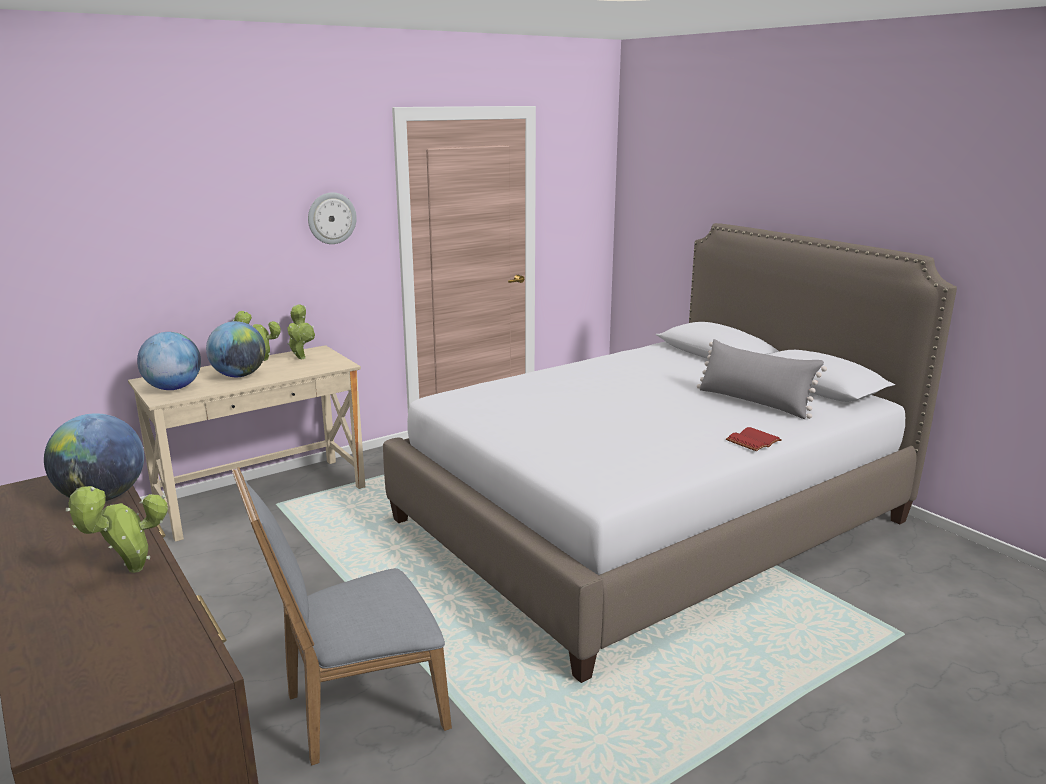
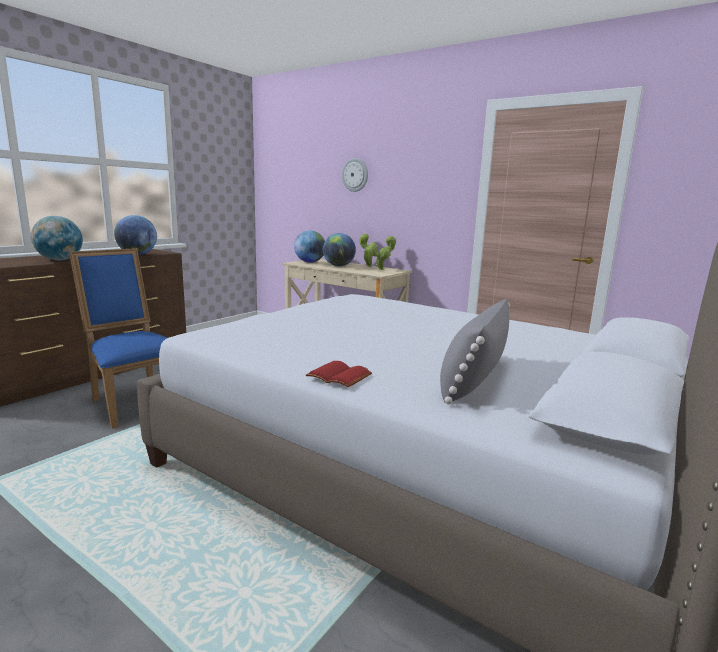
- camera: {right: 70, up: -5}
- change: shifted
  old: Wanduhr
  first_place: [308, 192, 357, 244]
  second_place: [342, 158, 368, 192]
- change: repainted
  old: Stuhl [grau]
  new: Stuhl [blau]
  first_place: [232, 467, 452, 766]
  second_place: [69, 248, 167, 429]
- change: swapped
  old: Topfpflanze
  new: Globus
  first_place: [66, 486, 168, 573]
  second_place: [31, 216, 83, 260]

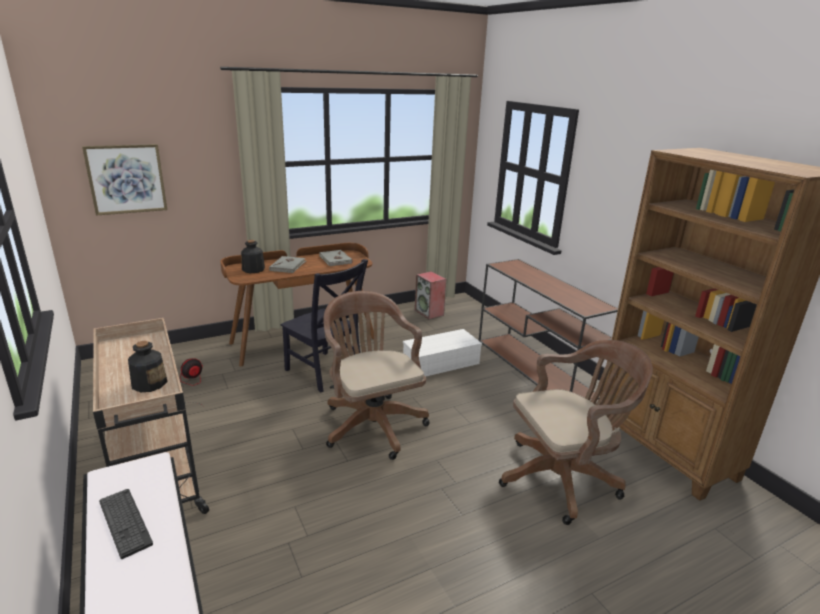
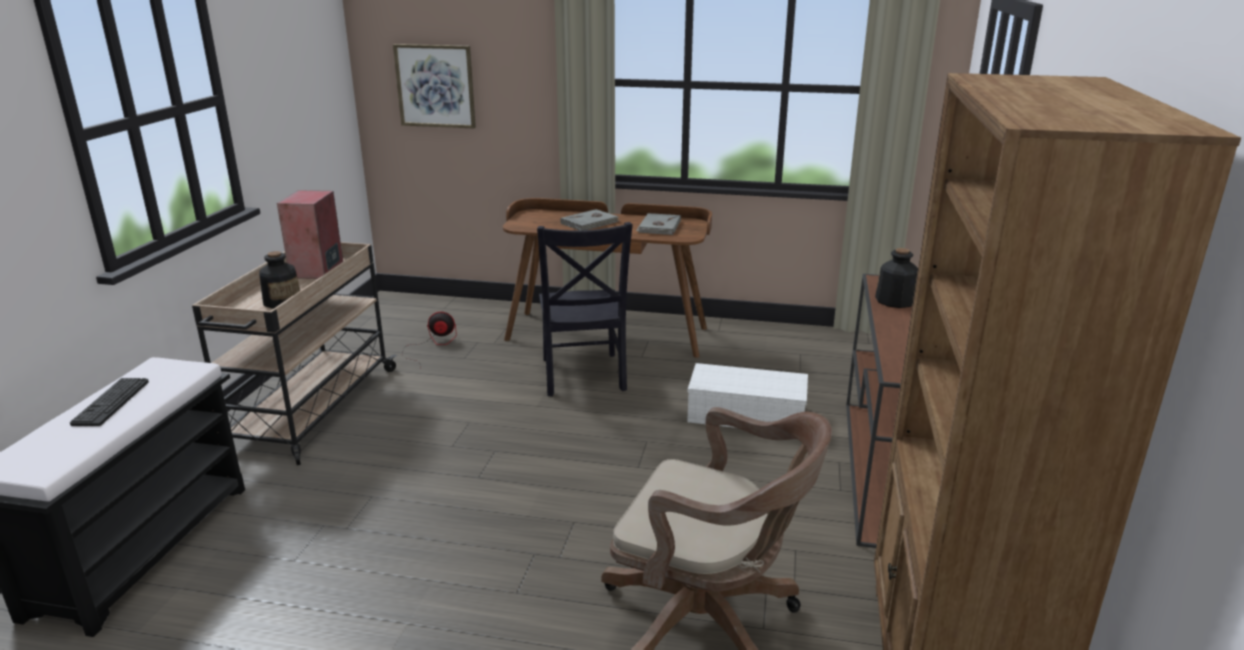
- camera: {right: 40, up: 0}
- change: shifted
  old: Flasche
  first_place: [241, 240, 265, 273]
  second_place: [875, 248, 918, 308]
- change: shifted
  old: Lautsprecher
  first_place: [415, 271, 446, 319]
  second_place: [277, 190, 343, 279]
- change: gone
  old: Bürostuhl [braun]
  first_place: [324, 291, 430, 460]

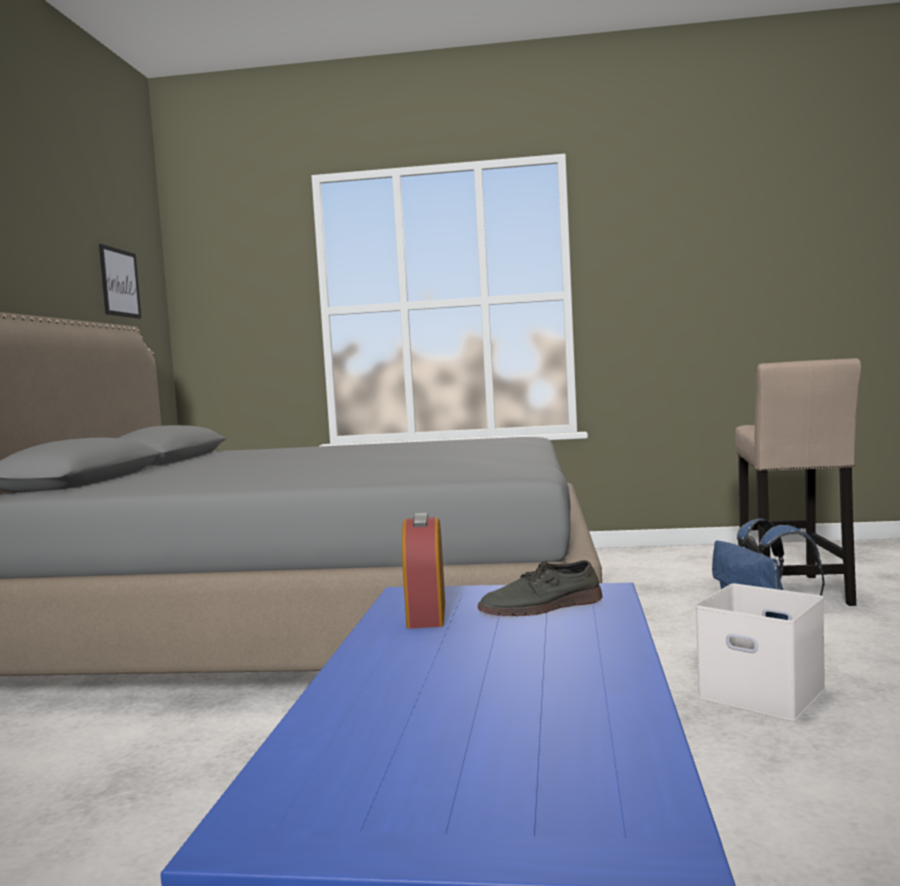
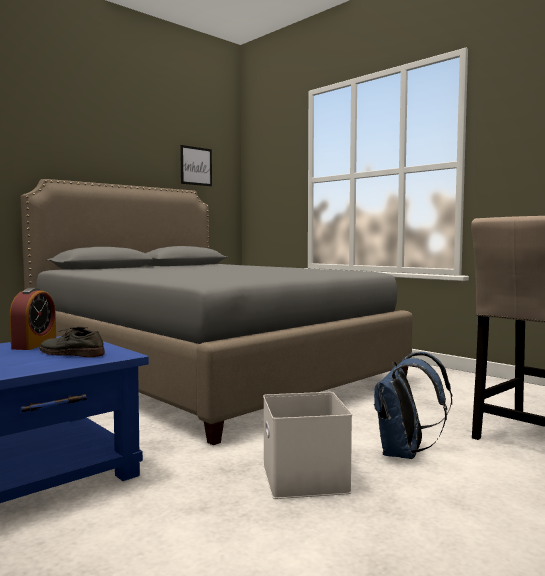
- camera: {right: 40, up: 0}
- change: rotated
  old: Wecker
  first_place: [402, 513, 445, 628]
  second_place: [10, 288, 56, 350]
  degrees: 150

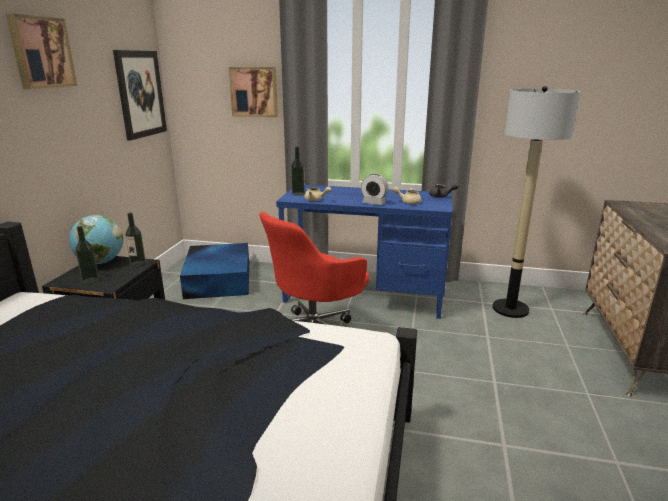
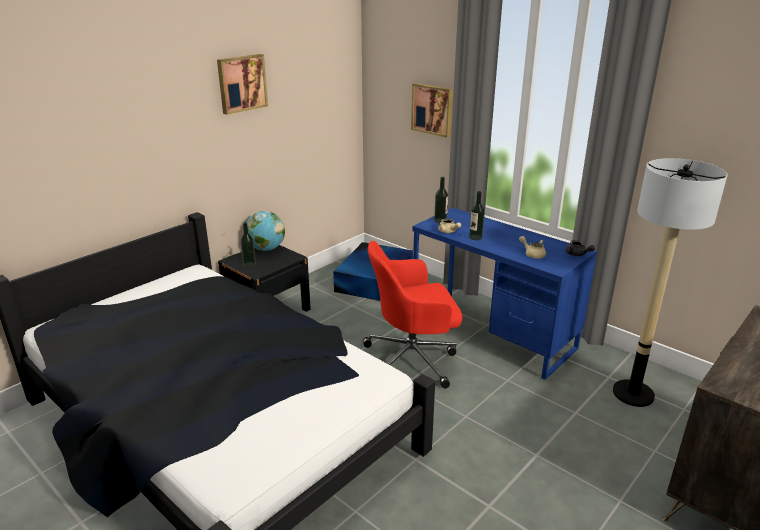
- camera: {right: 30, up: 5}
- change: gone
  old: Bild
  first_place: [113, 50, 167, 141]
- change: gone
  old: Wecker
  first_place: [361, 174, 388, 205]
- change: shifted
  old: Flasche
  first_place: [125, 213, 146, 266]
  second_place: [469, 191, 485, 240]

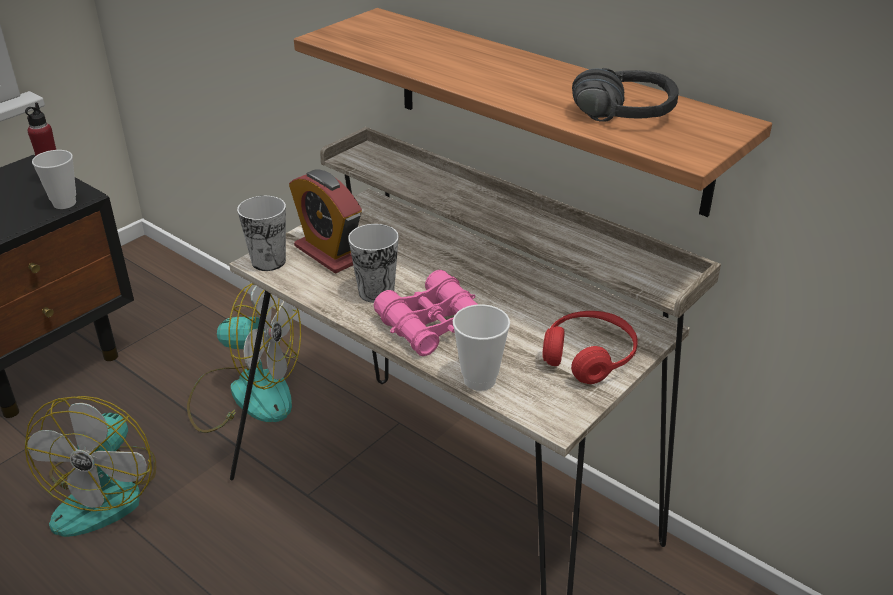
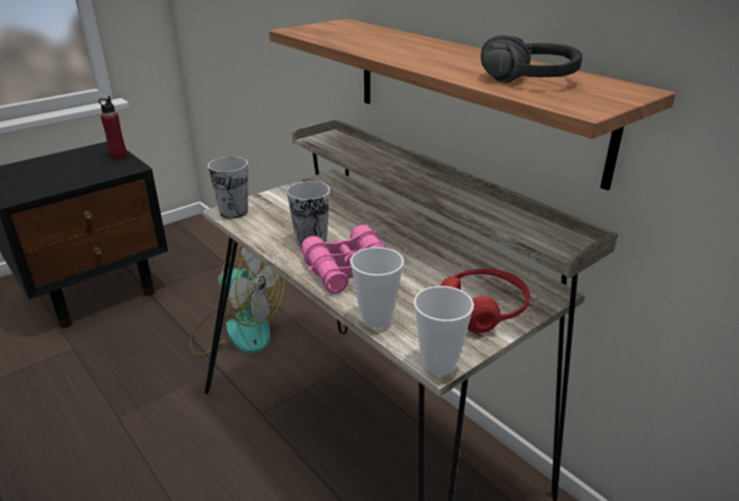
- camera: {right: 10, up: -5}
- change: shifted
  old: Tasse
  first_place: [32, 150, 76, 209]
  second_place: [414, 286, 474, 375]
- change: gone
  old: Wecker
  first_place: [289, 169, 362, 274]
- change: gone
  old: Ventilator
  first_place: [25, 396, 156, 537]

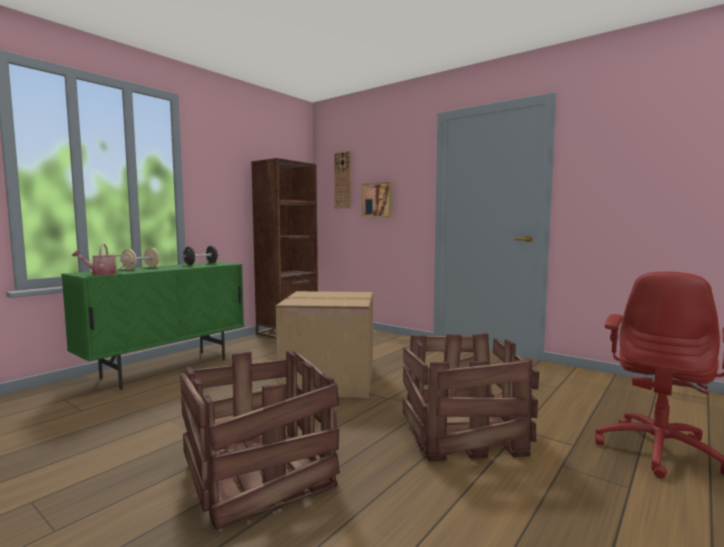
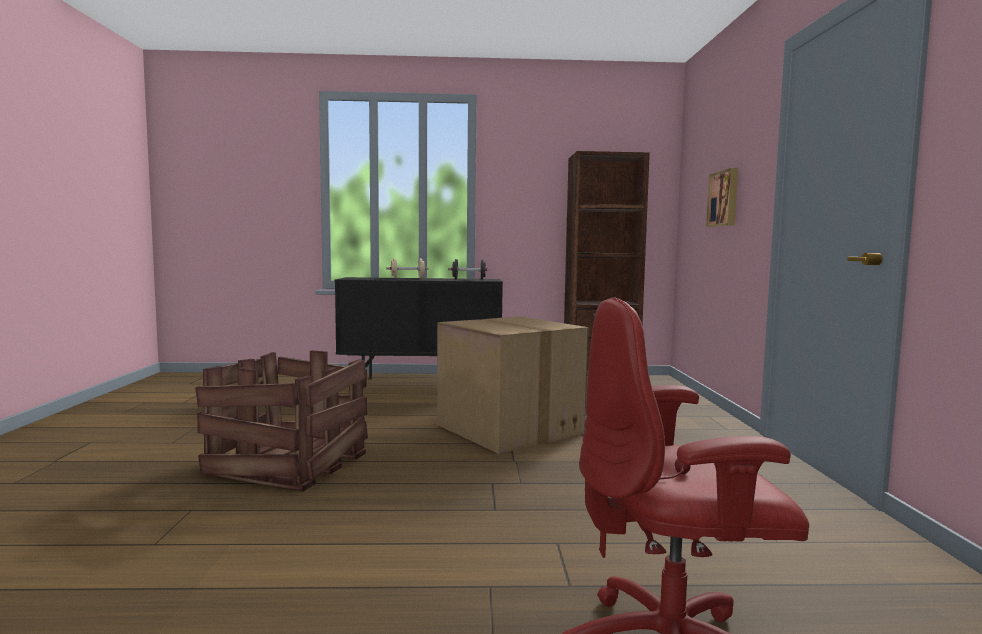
- camera: {right: 50, up: 0}
- change: gone
  old: Wanduhr
  first_place: [334, 151, 351, 209]
- change: gone
  old: Gießkanne
  first_place: [72, 244, 126, 275]
- change: repainted
  old: Schrank [grün]
  new: Schrank [schwarz]
  first_place: [61, 262, 244, 390]
  second_place: [335, 277, 503, 379]
- change: gone
  old: Kiste
  first_place: [403, 333, 540, 461]

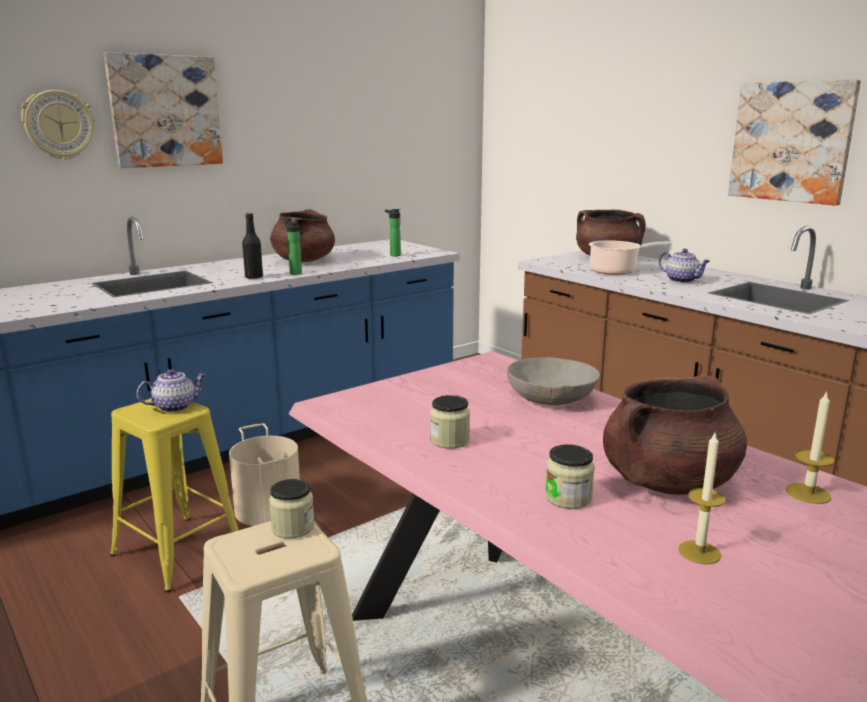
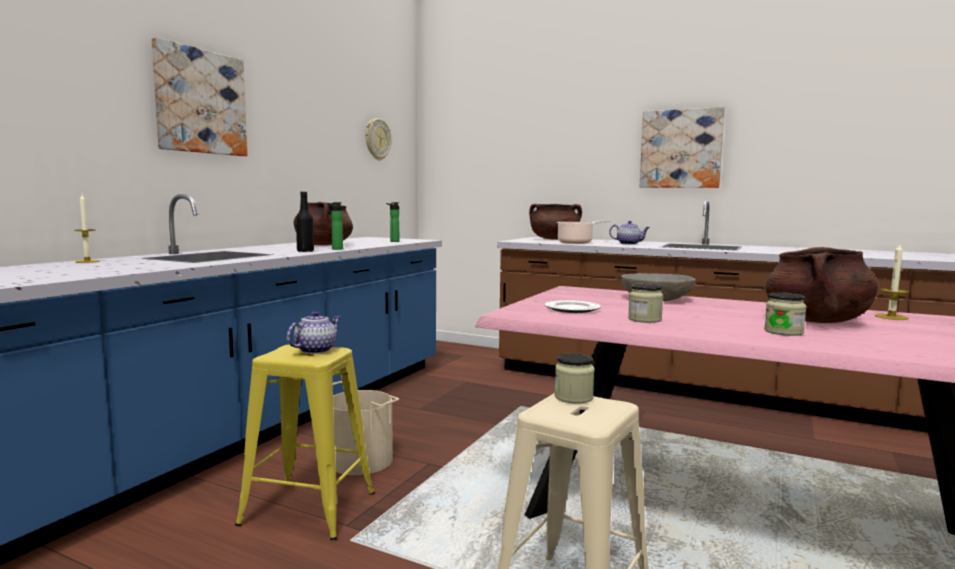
- camera: {right: -25, up: -10}
- change: shifted
  old: Wanduhr
  first_place: [21, 90, 95, 160]
  second_place: [365, 118, 391, 160]
- change: shifted
  old: Kerze
  first_place: [678, 433, 726, 564]
  second_place: [74, 195, 100, 263]
- change: new
  new: Teller
  second_place: [545, 300, 601, 313]

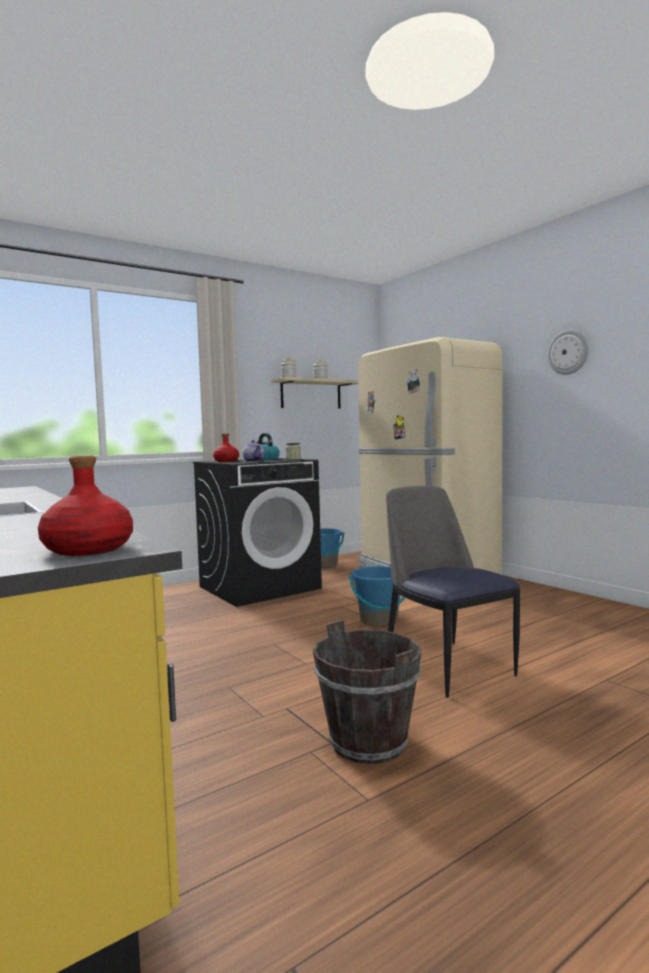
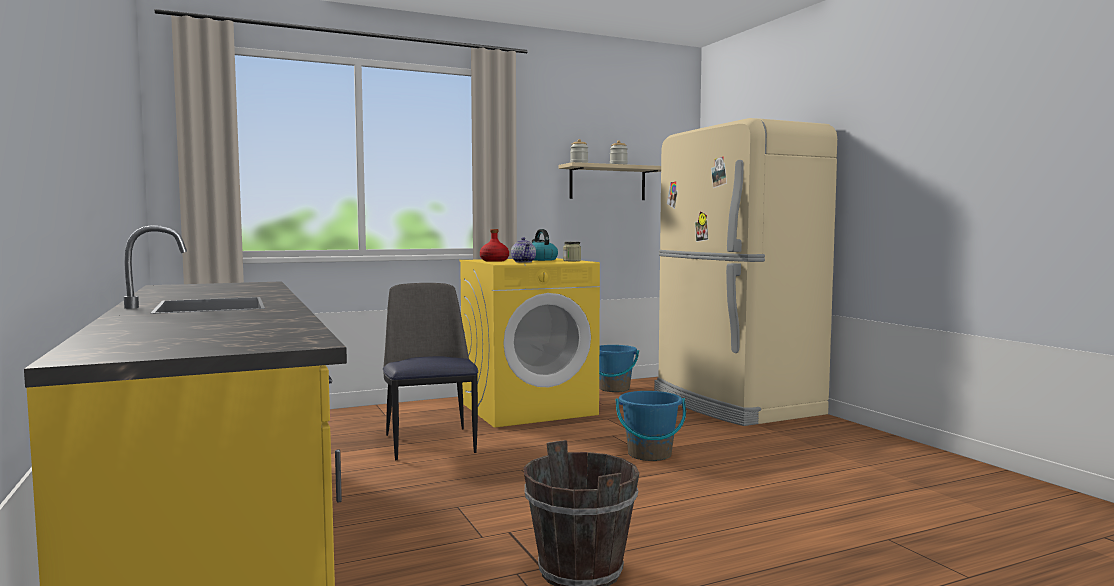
- camera: {right: 10, up: 0}
- change: gone
  old: Wanduhr
  first_place: [548, 329, 589, 375]
- change: gone
  old: Flasche [rot]
  first_place: [38, 456, 133, 556]
- change: repainted
  old: Waschmaschine [schwarz]
  new: Waschmaschine [gelb]
  first_place: [193, 458, 322, 607]
  second_place: [459, 258, 600, 428]
- change: shifted
  old: Stuhl
  first_place: [386, 486, 520, 698]
  second_place: [383, 283, 478, 460]

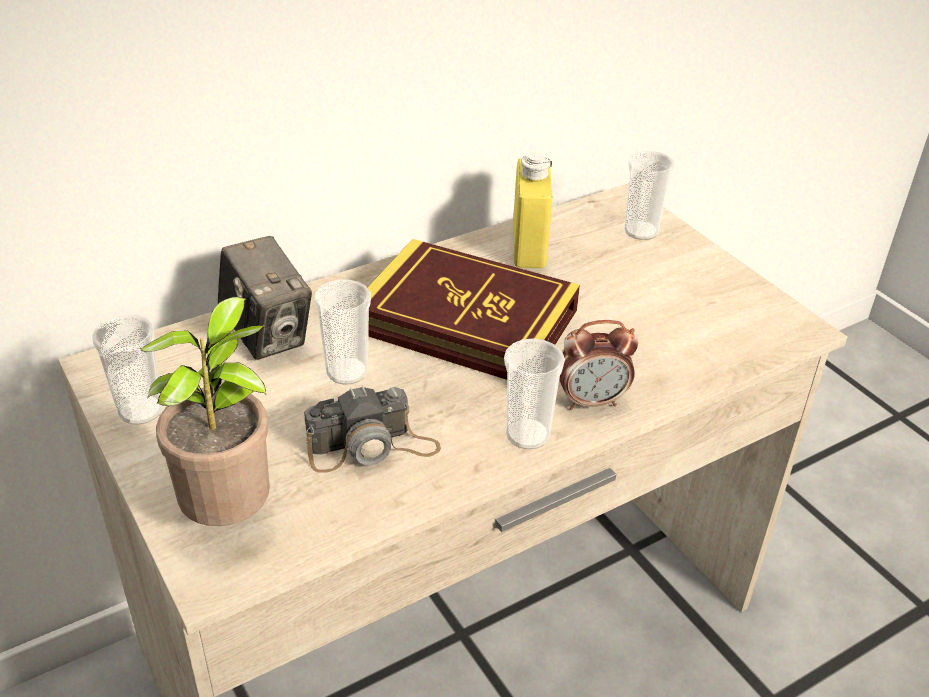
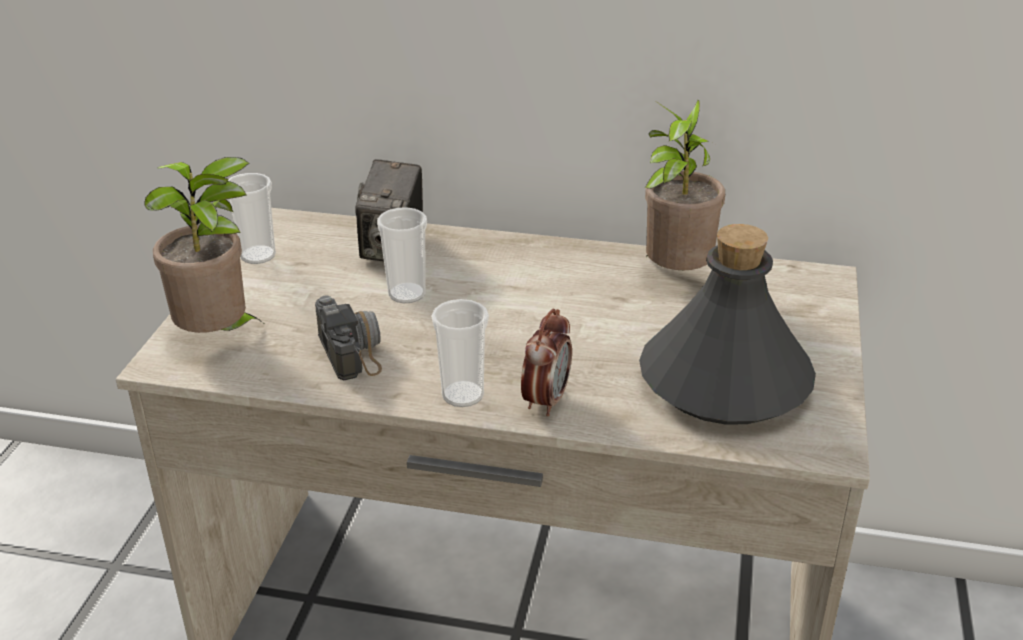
- camera: {right: 45, up: -5}
- change: gone
  old: Tasse
  first_place: [624, 151, 675, 240]
- change: swapped
  old: Flasche [gelb]
  new: Topfpflanze
  first_place: [513, 153, 552, 269]
  second_place: [644, 100, 725, 270]
- change: gone
  old: Buch
  first_place: [367, 239, 580, 380]
- change: rotated
  old: Wecker
  first_place: [559, 320, 638, 410]
  second_place: [521, 309, 572, 416]
  degrees: -105
- change: rotated
  old: Kamera
  first_place: [304, 385, 441, 473]
  second_place: [315, 295, 382, 381]
  degrees: -135
- change: new
  new: Flasche [grau]
  second_place: [639, 224, 816, 425]

